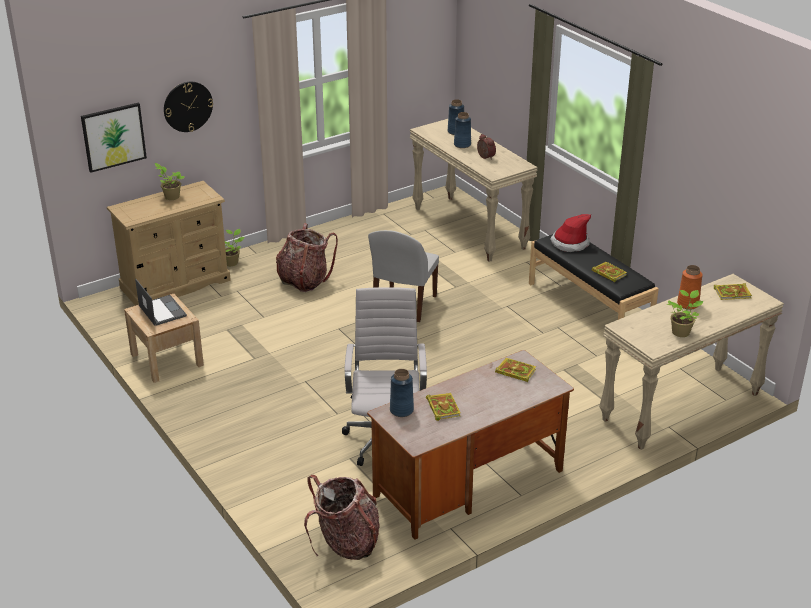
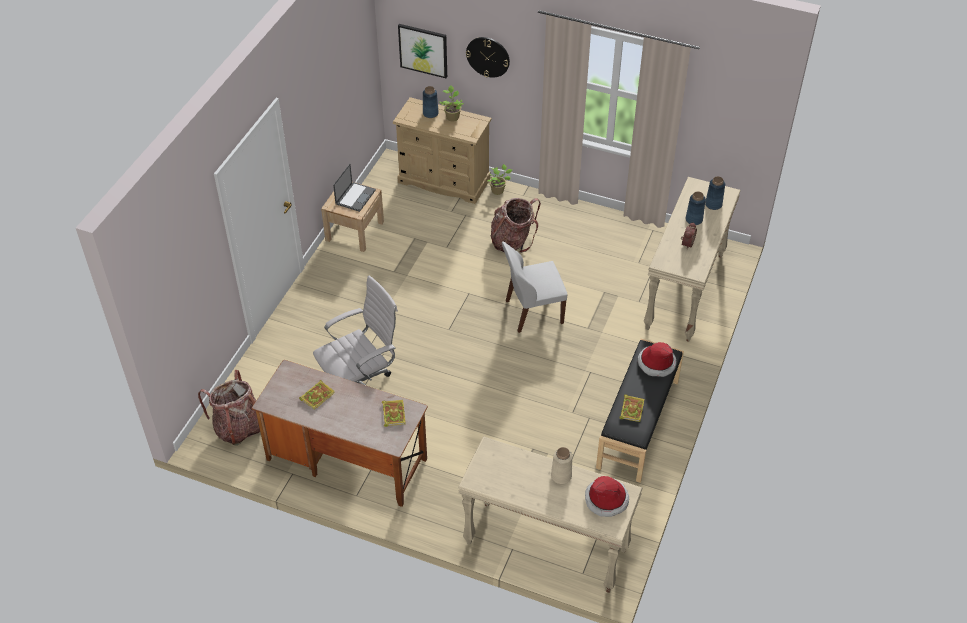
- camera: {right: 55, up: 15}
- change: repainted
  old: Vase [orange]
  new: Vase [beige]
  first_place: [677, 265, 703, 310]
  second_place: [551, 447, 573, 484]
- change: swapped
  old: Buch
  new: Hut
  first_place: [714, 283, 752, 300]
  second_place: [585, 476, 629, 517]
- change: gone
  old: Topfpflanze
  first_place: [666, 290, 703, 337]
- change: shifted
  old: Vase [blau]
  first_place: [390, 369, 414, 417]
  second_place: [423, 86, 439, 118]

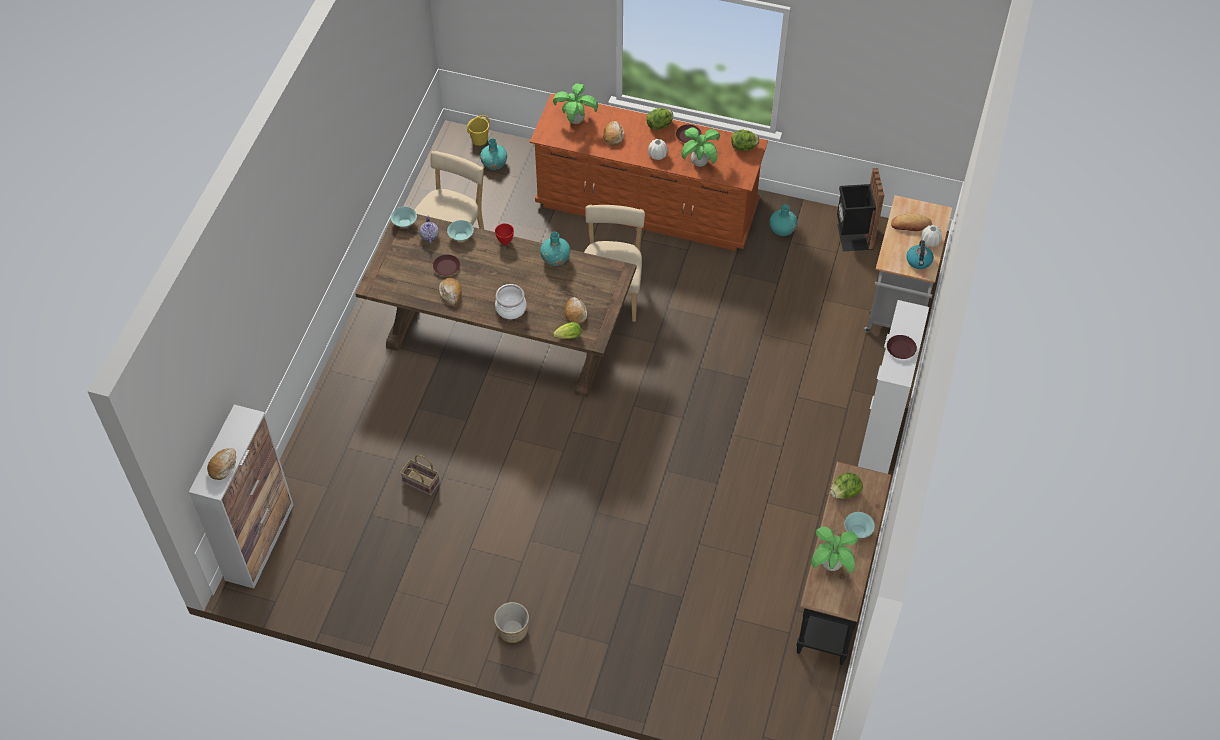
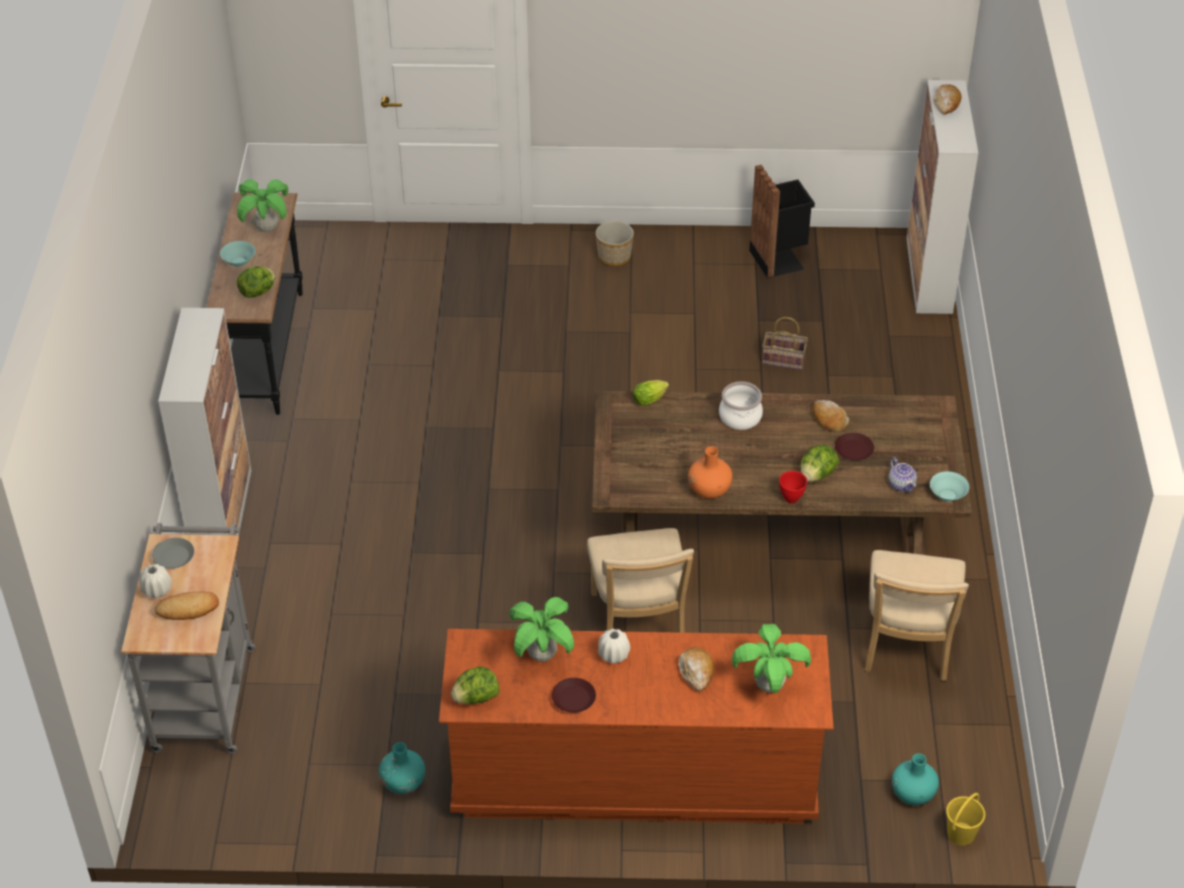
- camera: {right: 165, up: -10}
- change: shifted
  old: Salatkopf
  first_place: [646, 108, 673, 130]
  second_place: [800, 445, 839, 482]
- change: shifted
  old: Mülleimer [schwarz]
  first_place: [837, 168, 884, 251]
  second_place: [749, 165, 815, 278]
- change: gone
  old: Schüssel [türkis]
  first_place: [447, 220, 474, 241]
- change: repainted
  old: Vase [türkis]
  new: Vase [orange]
  first_place: [540, 232, 570, 266]
  second_place: [688, 446, 733, 499]
- change: swapped
  old: Wasserkessel
  new: Teller [grau]
  first_place: [906, 240, 934, 269]
  second_place: [152, 538, 194, 569]
- change: gone
  old: Brot
  first_place: [565, 297, 587, 324]
- change: gone
  old: Teller [braun]
  first_place: [887, 335, 917, 359]

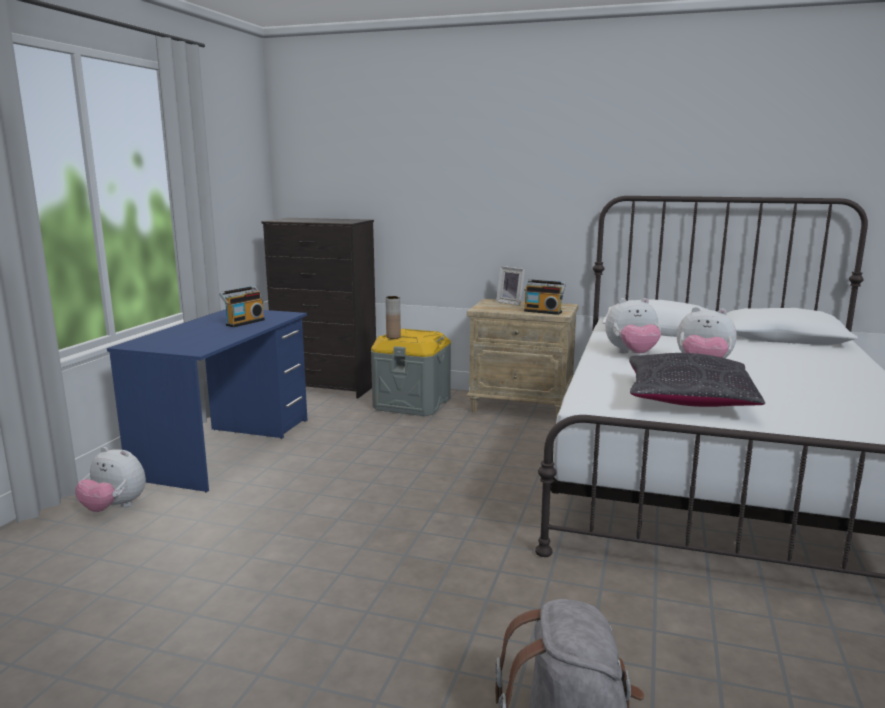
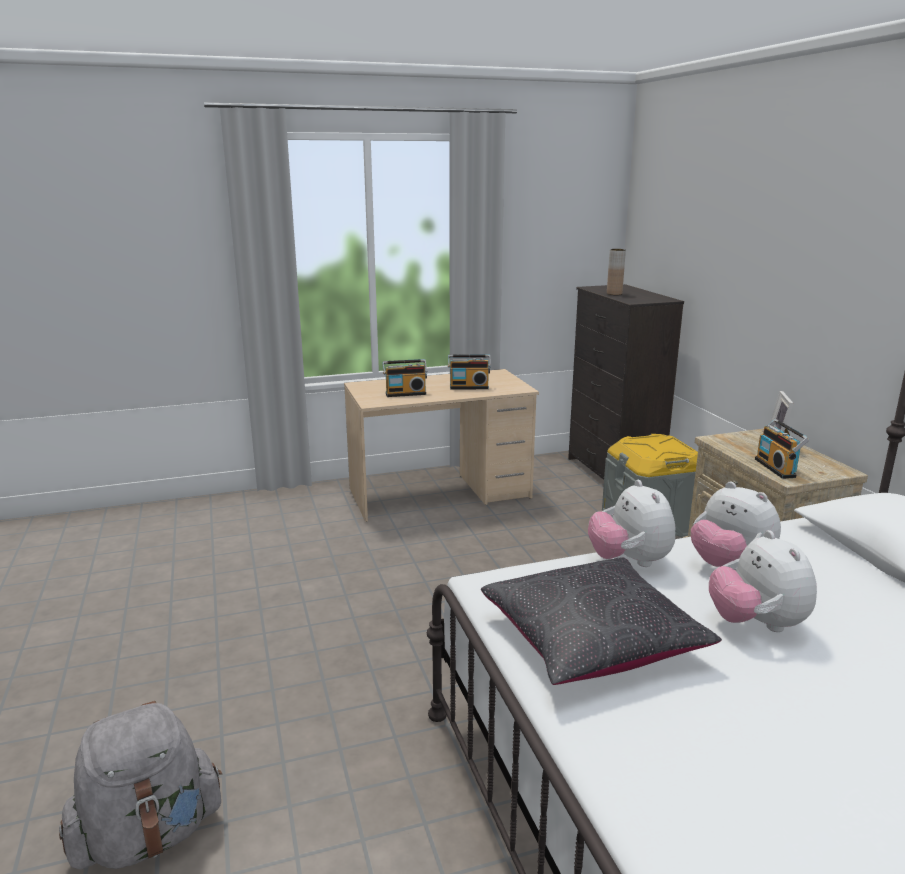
- camera: {right: 55, up: 5}
- change: shifted
  old: Vase [braun]
  first_place: [385, 296, 401, 339]
  second_place: [607, 249, 626, 295]
- change: repainted
  old: Schreibtisch [blau]
  new: Schreibtisch [beige]
  first_place: [107, 309, 307, 493]
  second_place: [344, 369, 539, 522]
- change: shifted
  old: Plüschtier
  first_place: [75, 447, 146, 512]
  second_place: [588, 480, 675, 567]
- change: new
  new: Radio
  second_place: [382, 359, 428, 397]

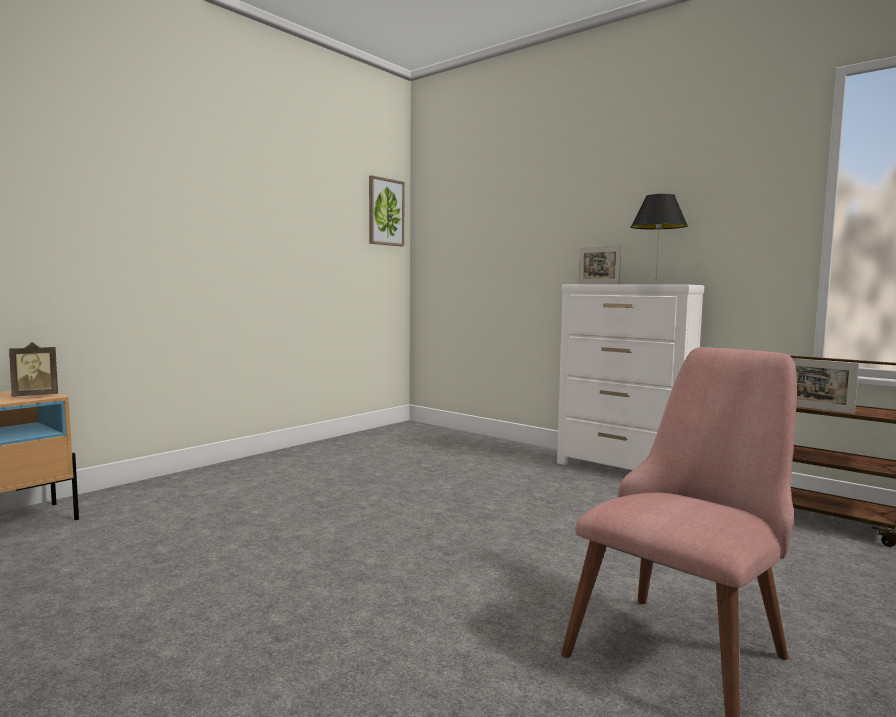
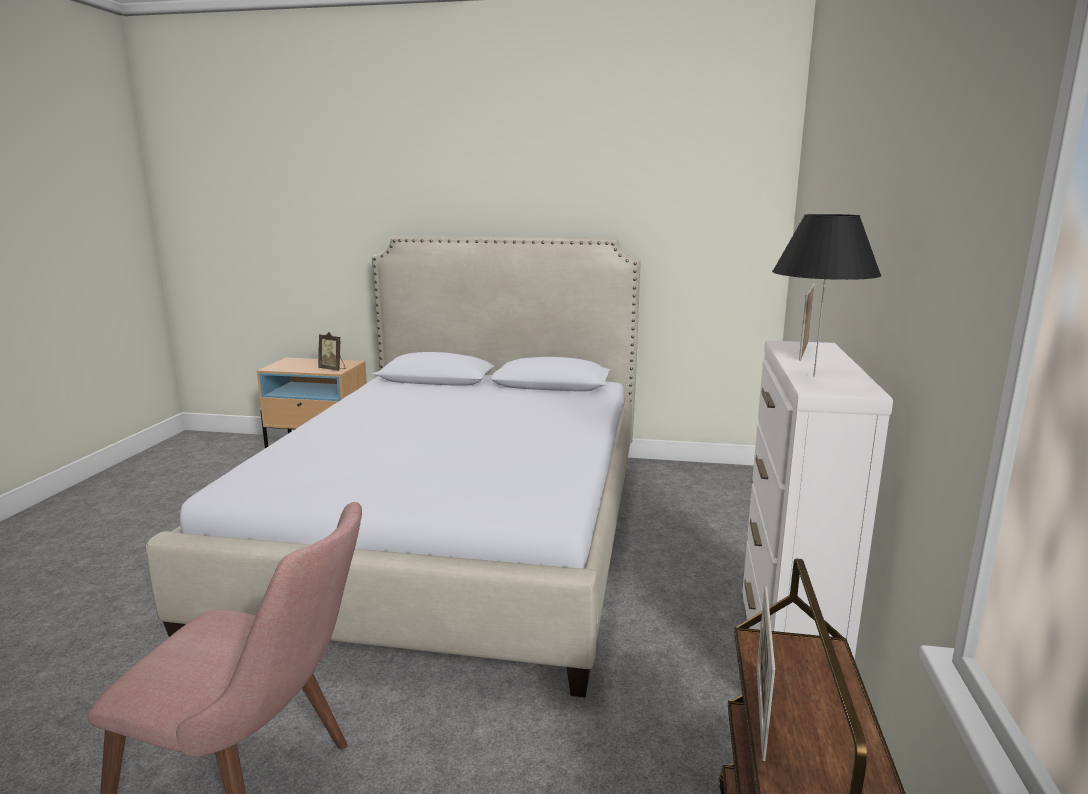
- camera: {right: 60, up: 10}
- change: gone
  old: Bild
  first_place: [369, 175, 404, 246]
- change: new
  new: Bett
  second_place: [146, 236, 641, 698]

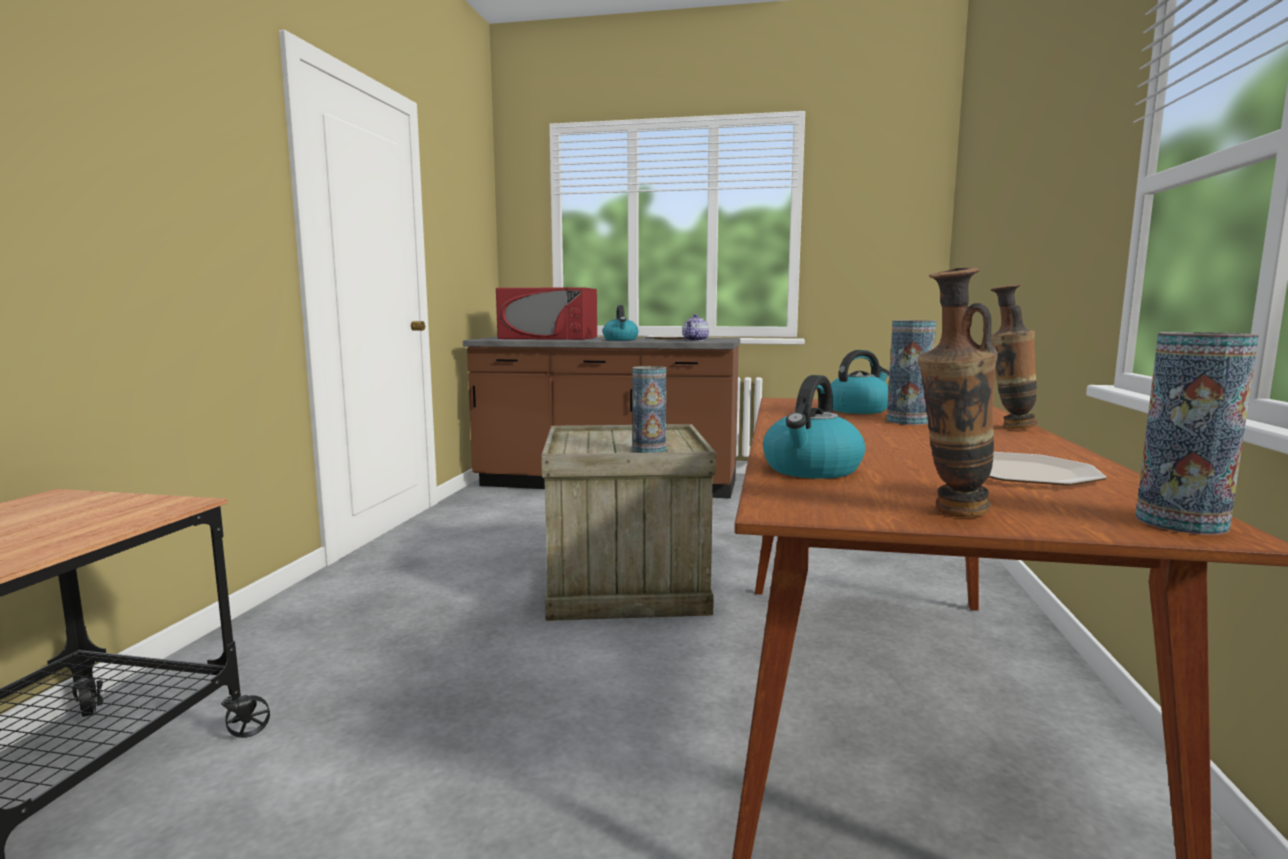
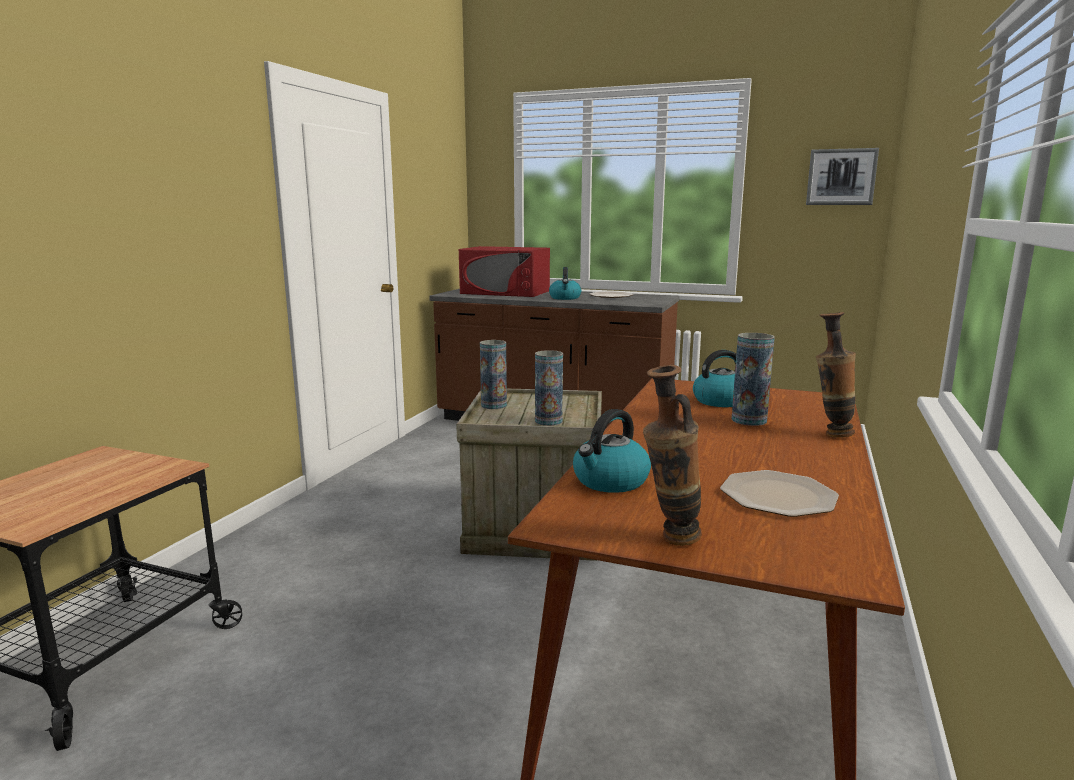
- camera: {right: 10, up: 5}
- change: gone
  old: Teekanne
  first_place: [682, 314, 709, 341]
- change: shifted
  old: Vase
  first_place: [1136, 332, 1259, 535]
  second_place: [480, 340, 507, 409]
- change: new
  new: Bild
  second_place: [806, 148, 879, 205]

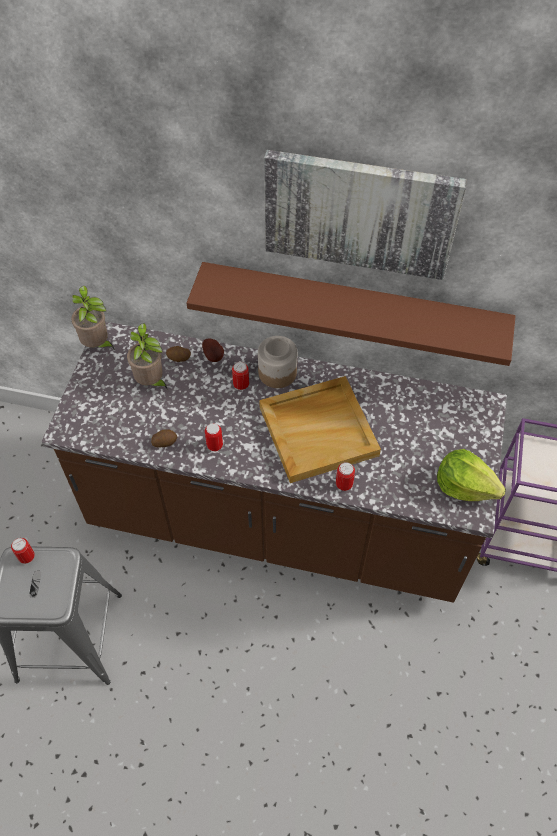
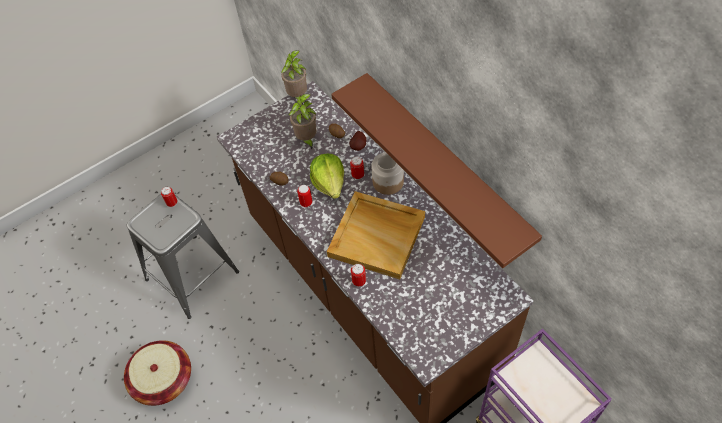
- camera: {right: 45, up: 0}
- change: gone
  old: Bild
  first_place: [264, 150, 467, 280]
- change: shifted
  old: Salatkopf
  first_place: [437, 449, 506, 501]
  second_place: [310, 154, 344, 199]
- change: new
  new: Korb
  second_place: [124, 340, 191, 406]

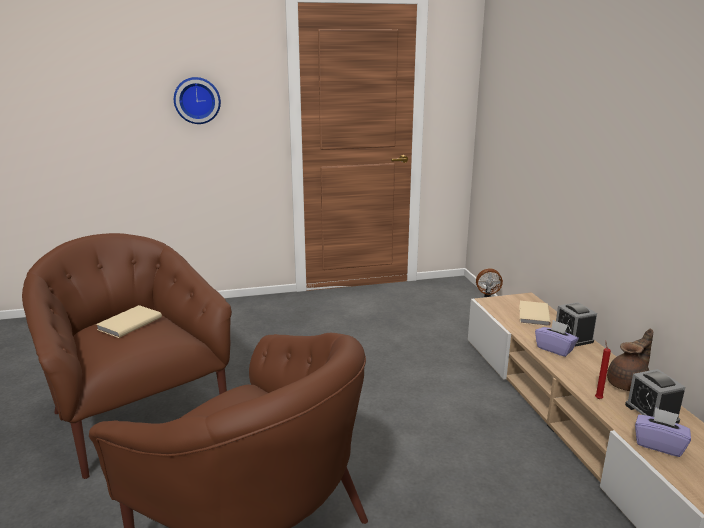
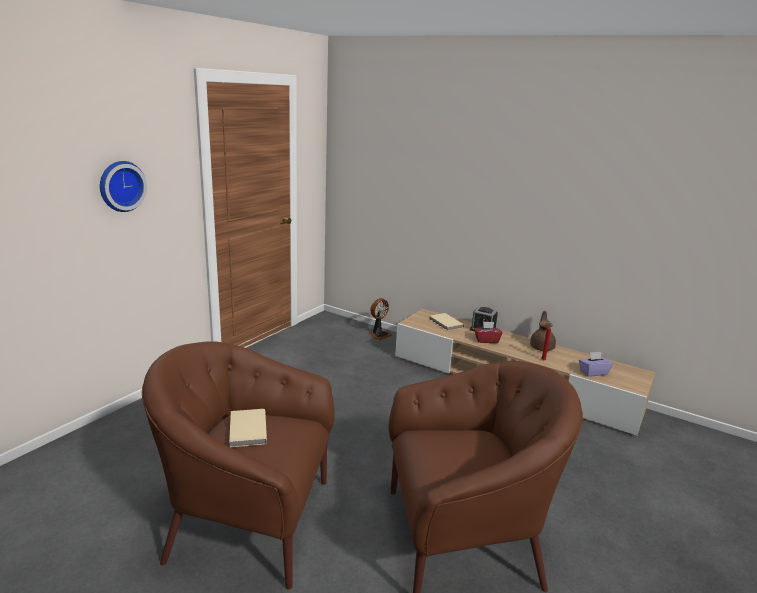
- camera: {right: -45, up: 0}
- change: repainted
  old: Taschentuchbox [lila]
  new: Taschentuchbox [rot]
  first_place: [535, 320, 579, 357]
  second_place: [474, 321, 503, 343]
- change: gone
  old: Wecker
  first_place: [625, 369, 685, 424]

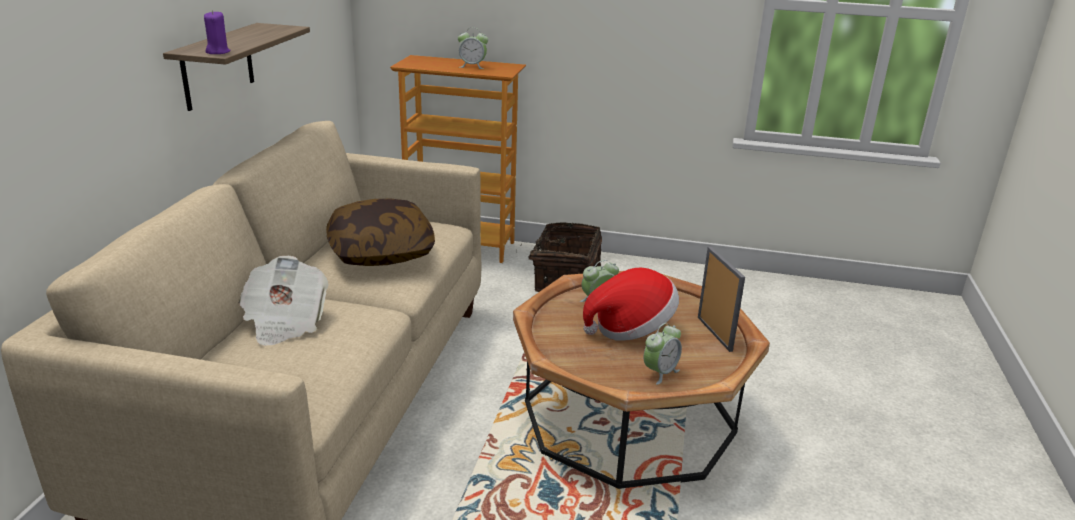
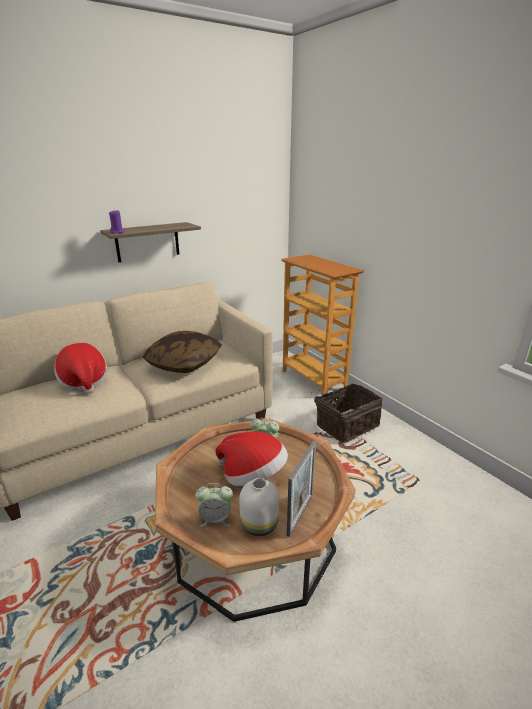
- camera: {right: 45, up: 0}
- change: gone
  old: Wecker
  first_place: [458, 31, 488, 69]
- change: swapped
  old: Zeitung
  new: Hut
  first_place: [239, 256, 329, 346]
  second_place: [54, 343, 107, 394]
- change: new
  new: Vase [weiß]
  second_place: [239, 478, 279, 536]

